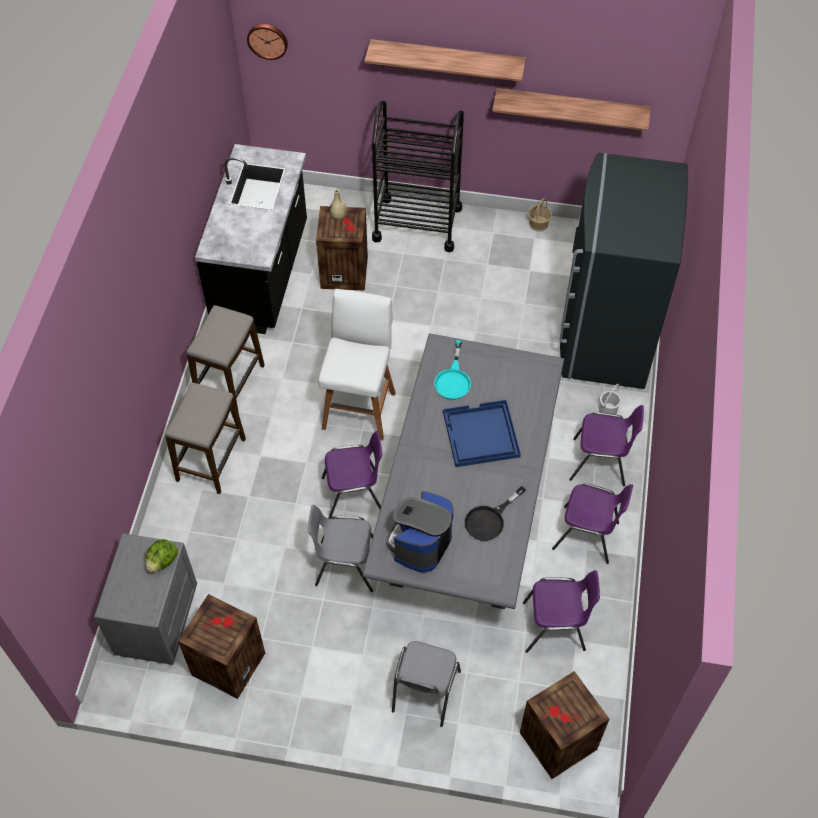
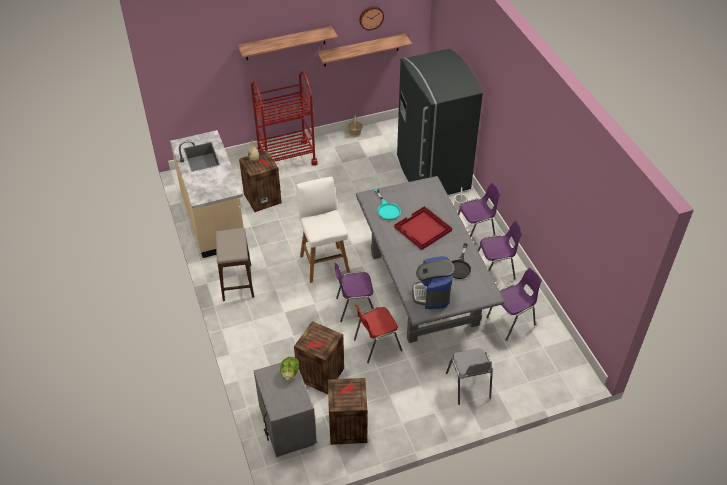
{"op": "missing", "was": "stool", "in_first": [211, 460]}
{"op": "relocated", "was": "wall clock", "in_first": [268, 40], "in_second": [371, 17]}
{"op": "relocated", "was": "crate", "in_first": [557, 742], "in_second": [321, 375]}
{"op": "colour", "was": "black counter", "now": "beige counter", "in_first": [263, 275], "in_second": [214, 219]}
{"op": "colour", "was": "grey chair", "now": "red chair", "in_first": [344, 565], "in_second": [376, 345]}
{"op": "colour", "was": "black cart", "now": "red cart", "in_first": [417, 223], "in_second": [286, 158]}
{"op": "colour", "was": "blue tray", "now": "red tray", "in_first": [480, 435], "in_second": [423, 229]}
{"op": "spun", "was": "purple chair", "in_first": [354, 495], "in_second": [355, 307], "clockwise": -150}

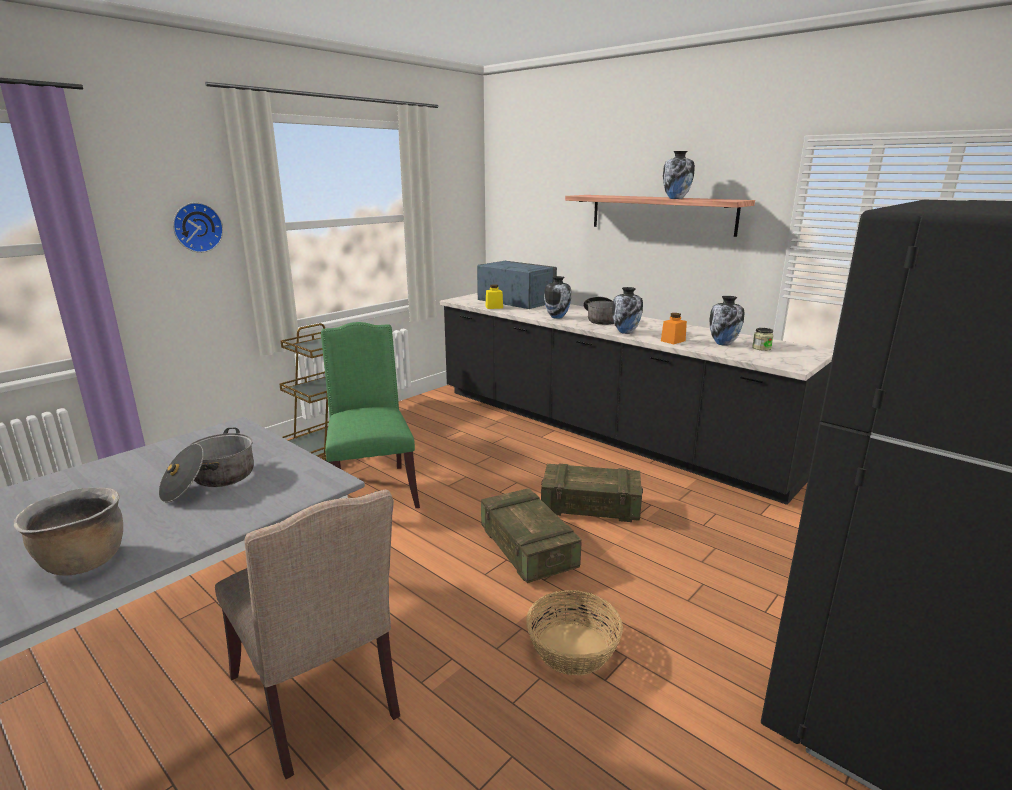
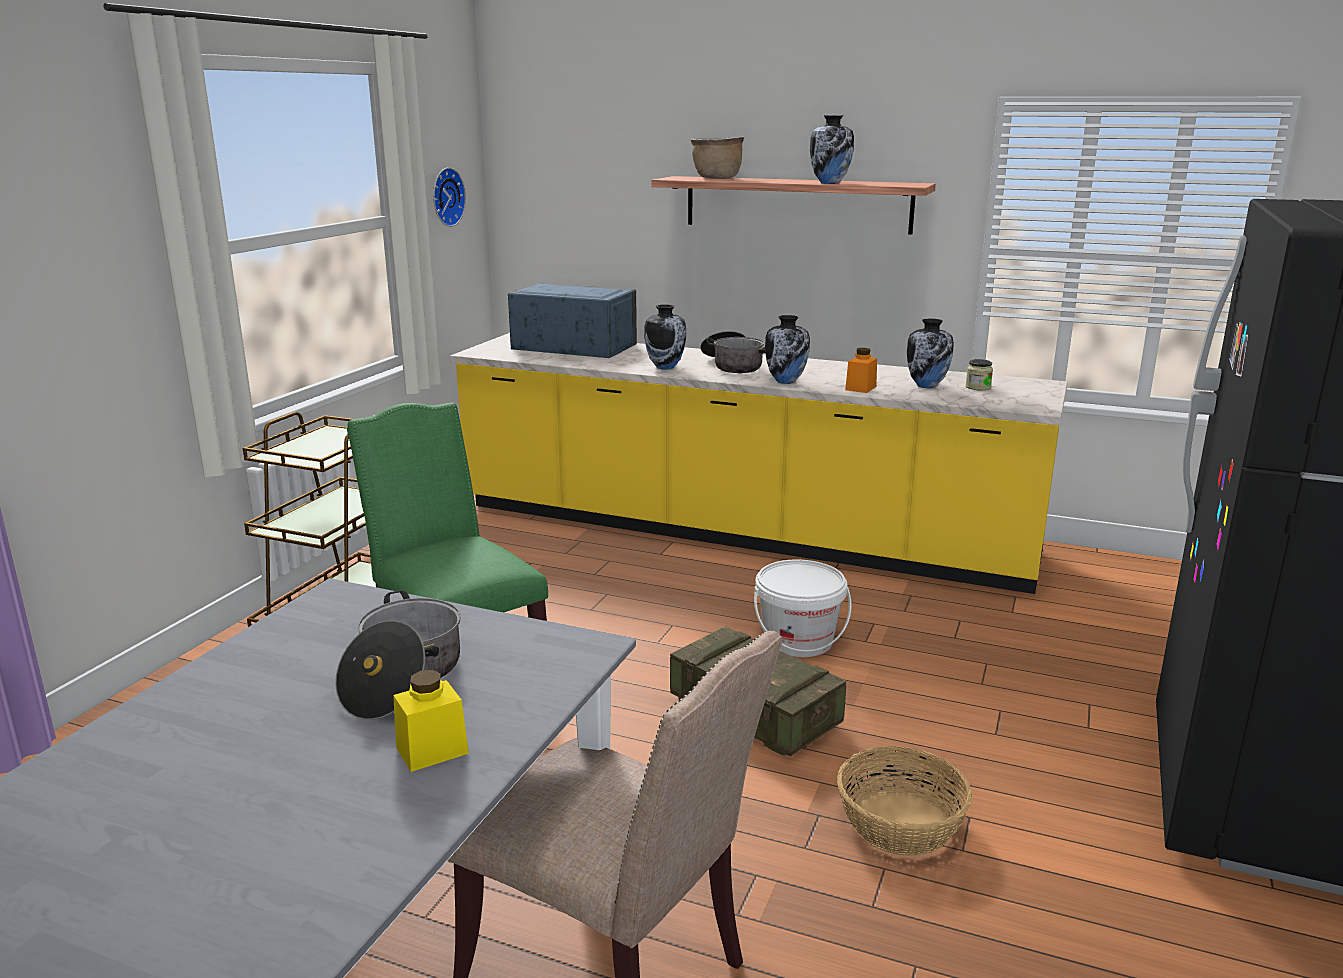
{"op": "relocated", "was": "brown cooking pot", "in_first": [83, 561], "in_second": [716, 178]}
{"op": "relocated", "was": "wall clock", "in_first": [197, 227], "in_second": [445, 197]}
{"op": "relocated", "was": "yellow jar", "in_first": [494, 307], "in_second": [432, 750]}
{"op": "exchanged", "was": "crate", "now": "white bucket", "in_first": [590, 507], "in_second": [798, 641]}
{"op": "colour", "was": "black counter", "now": "yellow counter", "in_first": [601, 430], "in_second": [739, 532]}

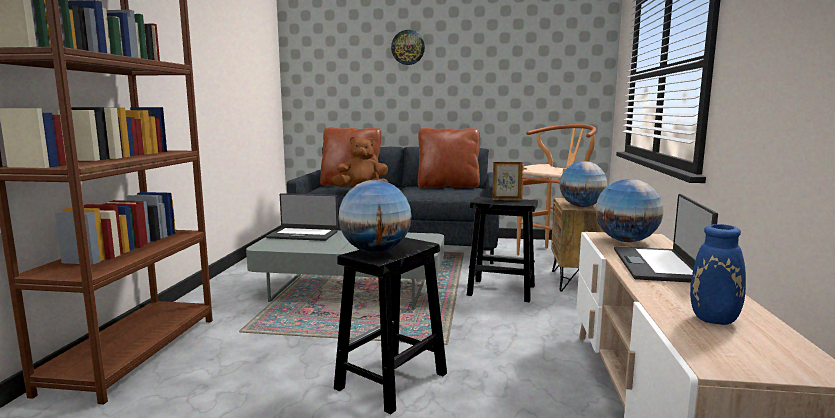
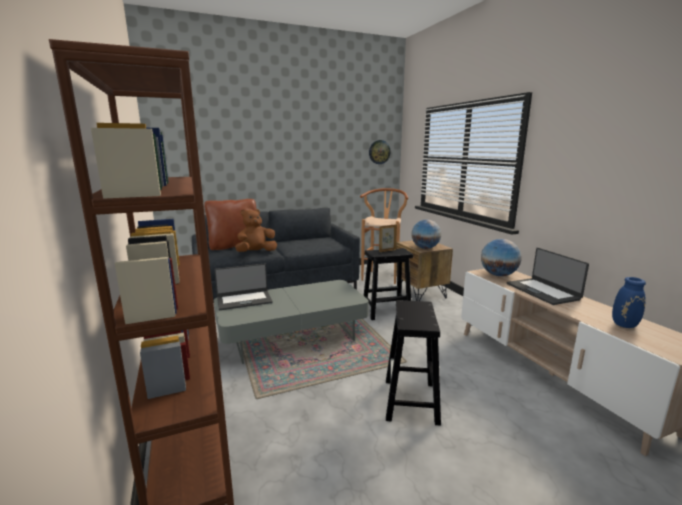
{"op": "missing", "was": "globe", "in_first": [375, 251]}
{"op": "missing", "was": "brown pillow", "in_first": [448, 186]}
{"op": "relocated", "was": "wall clock", "in_first": [408, 47], "in_second": [379, 152]}

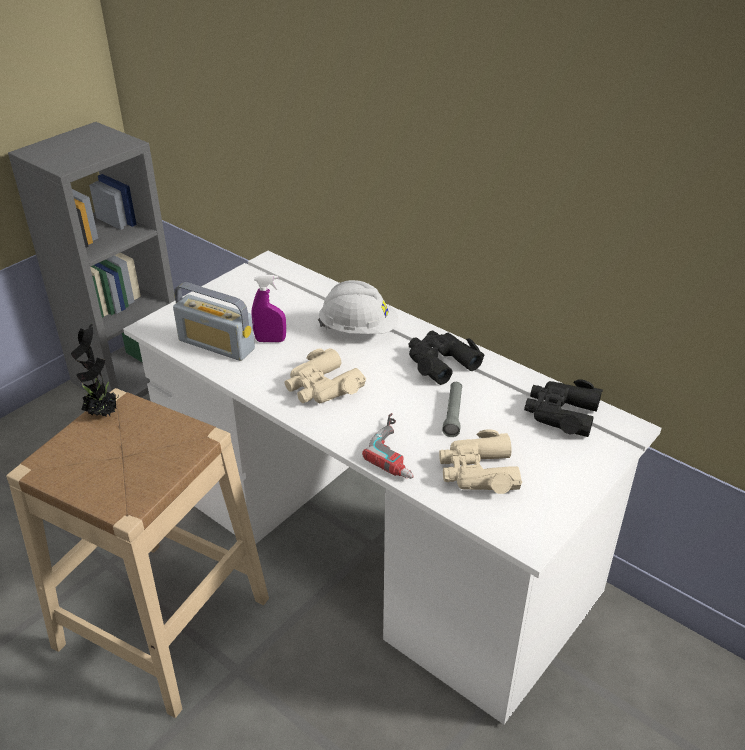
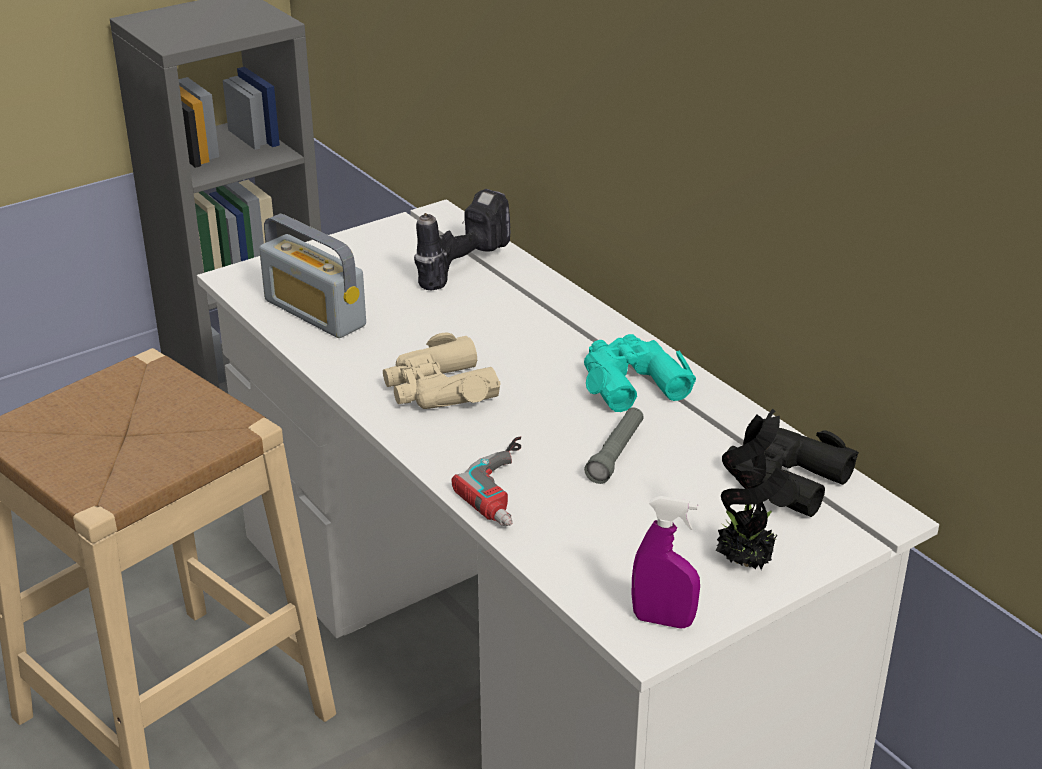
{"op": "missing", "was": "white hard hat", "in_first": [358, 330]}
{"op": "missing", "was": "beige binoculars", "in_first": [478, 472]}
{"op": "appeared", "now": "power drill", "in_second": [460, 265]}
{"op": "relocated", "was": "potted plant", "in_first": [103, 413], "in_second": [746, 562]}
{"op": "relocated", "was": "purple spray bottle", "in_first": [270, 340], "in_second": [663, 620]}
{"op": "colour", "was": "black binoculars", "now": "turquoise binoculars", "in_first": [440, 362], "in_second": [631, 382]}

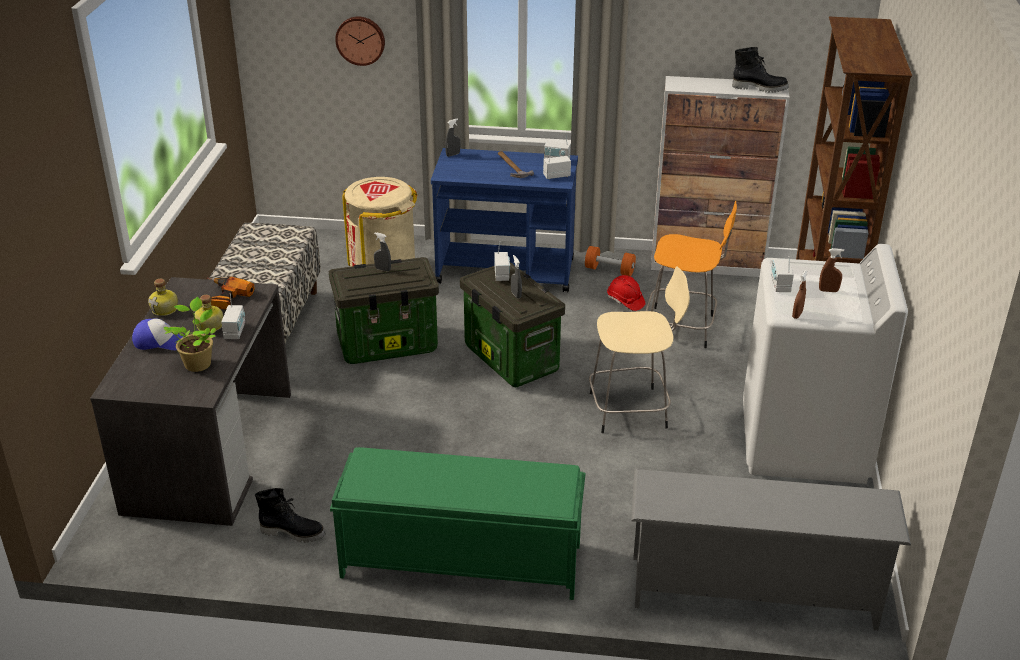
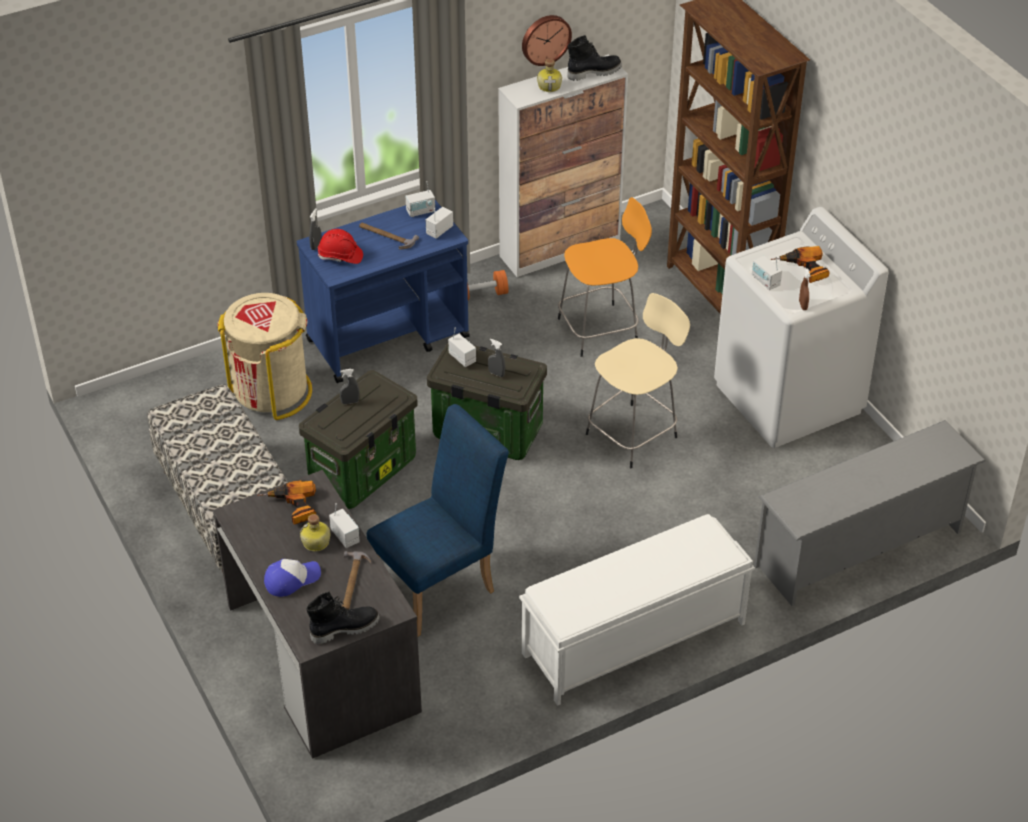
{"op": "appeared", "now": "blue chair", "in_second": [441, 586]}
{"op": "relocated", "was": "bottle", "in_first": [165, 309], "in_second": [550, 86]}
{"op": "relocated", "was": "black boot", "in_first": [293, 532], "in_second": [344, 628]}
{"op": "relocated", "was": "wall clock", "in_first": [360, 40], "in_second": [545, 39]}
{"op": "relocated", "was": "red hard hat", "in_first": [625, 301], "in_second": [340, 256]}
{"op": "exchanged", "was": "potted plant", "now": "hammer", "in_first": [198, 363], "in_second": [352, 582]}
{"op": "exchanged", "was": "brown spray bottle", "now": "power drill", "in_first": [828, 290], "in_second": [803, 270]}
{"op": "colour", "was": "green bench", "now": "white bench", "in_first": [459, 560], "in_second": [632, 639]}

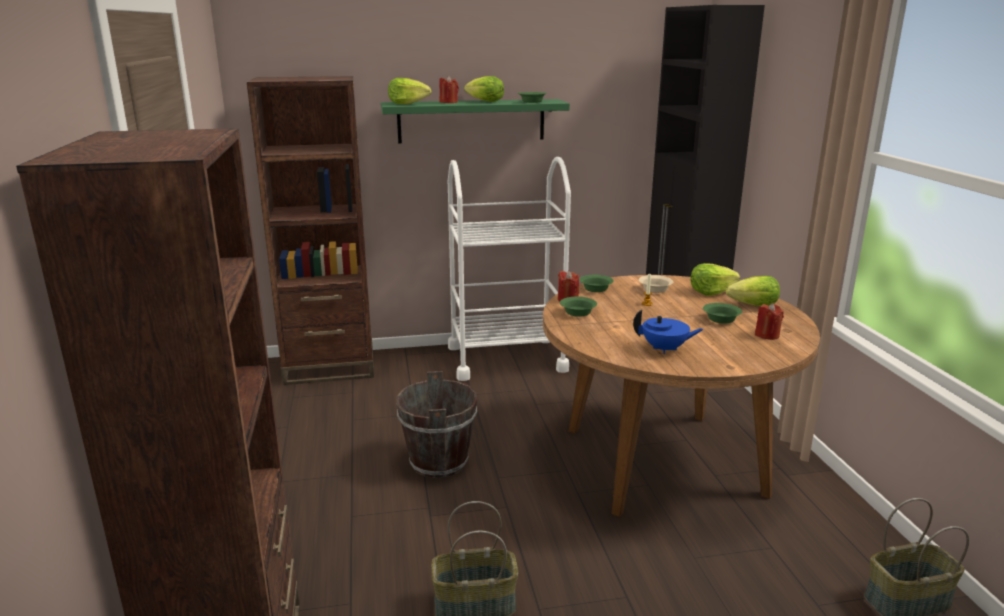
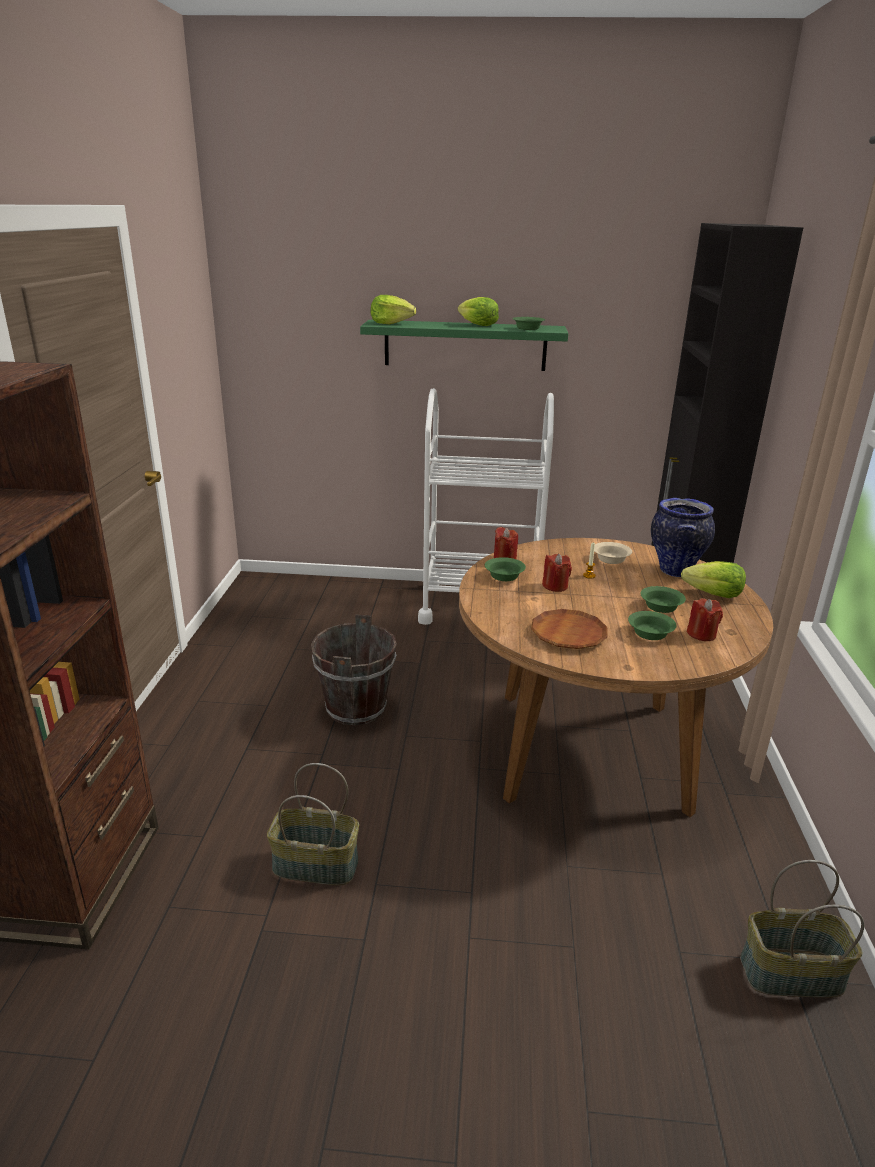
{"op": "missing", "was": "brown bookcase", "in_first": [329, 368]}
{"op": "relocated", "was": "red candle", "in_first": [448, 102], "in_second": [555, 586]}
{"op": "relocated", "was": "green bowl", "in_first": [595, 289], "in_second": [649, 634]}
{"op": "exchanged", "was": "blue teapot", "now": "brown plate", "in_first": [665, 349], "in_second": [568, 634]}
{"op": "exchanged", "was": "lettuce", "now": "vase", "in_first": [711, 292], "in_second": [675, 570]}

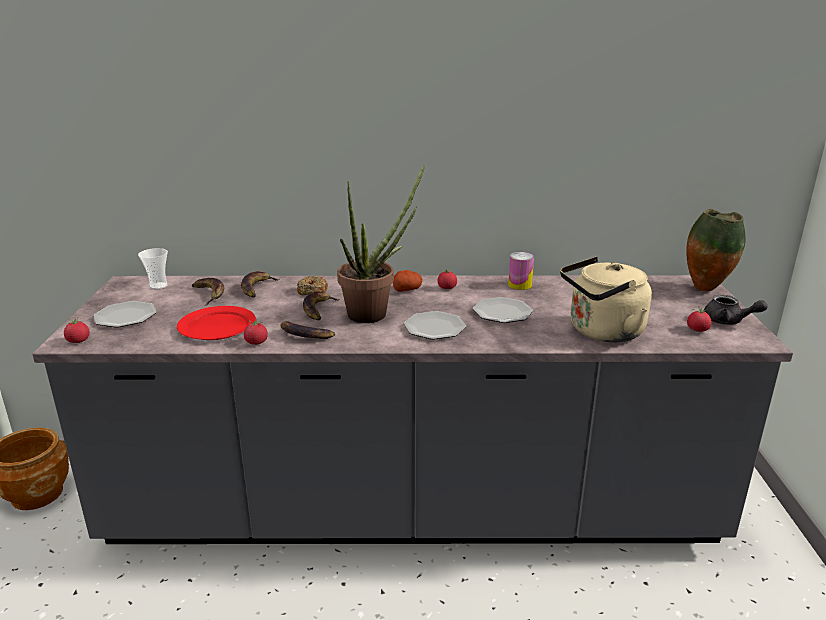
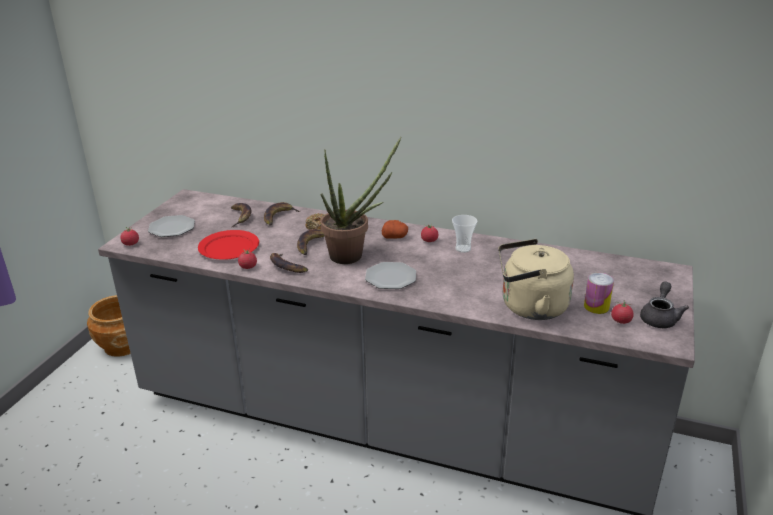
{"op": "missing", "was": "plate", "in_first": [501, 312]}
{"op": "missing", "was": "vase", "in_first": [706, 289]}
{"op": "relocated", "was": "cup", "in_first": [158, 286], "in_second": [463, 249]}
{"op": "relocated", "was": "can", "in_first": [519, 285], "in_second": [596, 307]}
{"op": "spun", "was": "grey teapot", "in_first": [728, 321], "in_second": [659, 317], "clockwise": -120}

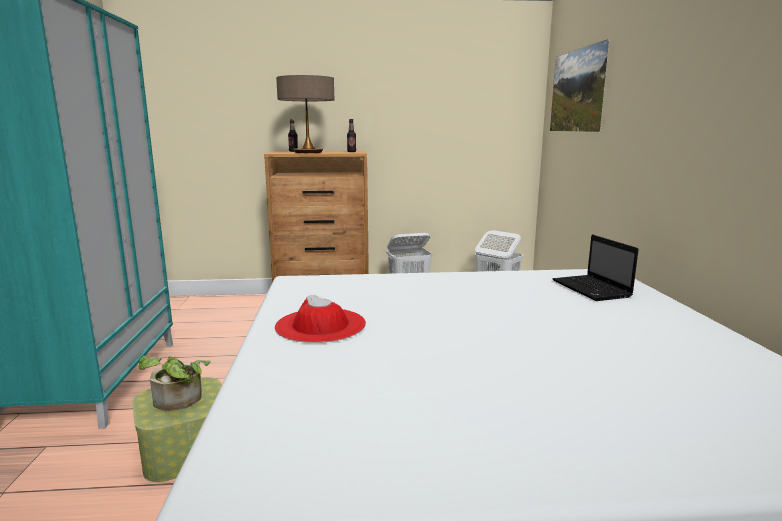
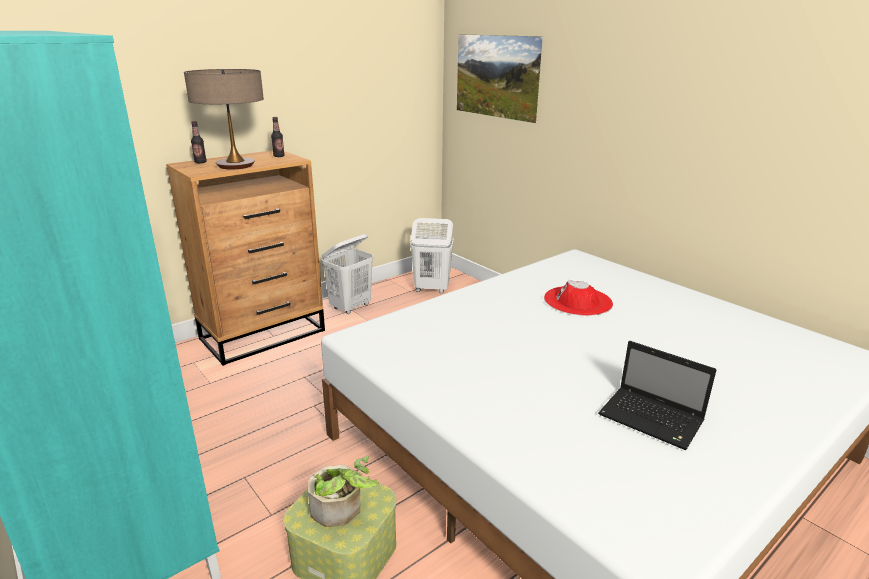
{"op": "relocated", "was": "red hat", "in_first": [320, 325], "in_second": [578, 301]}
{"op": "relocated", "was": "laptop", "in_first": [592, 289], "in_second": [653, 419]}

